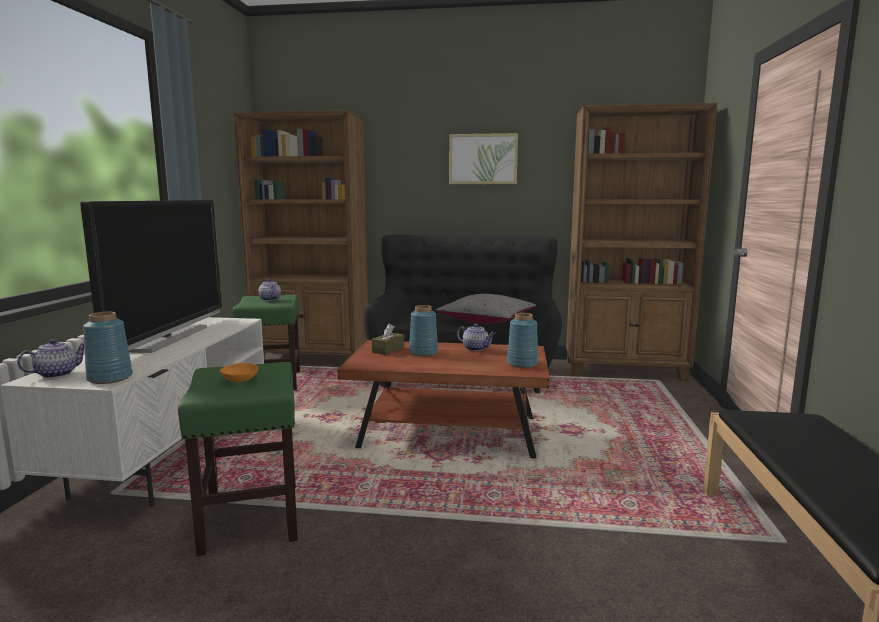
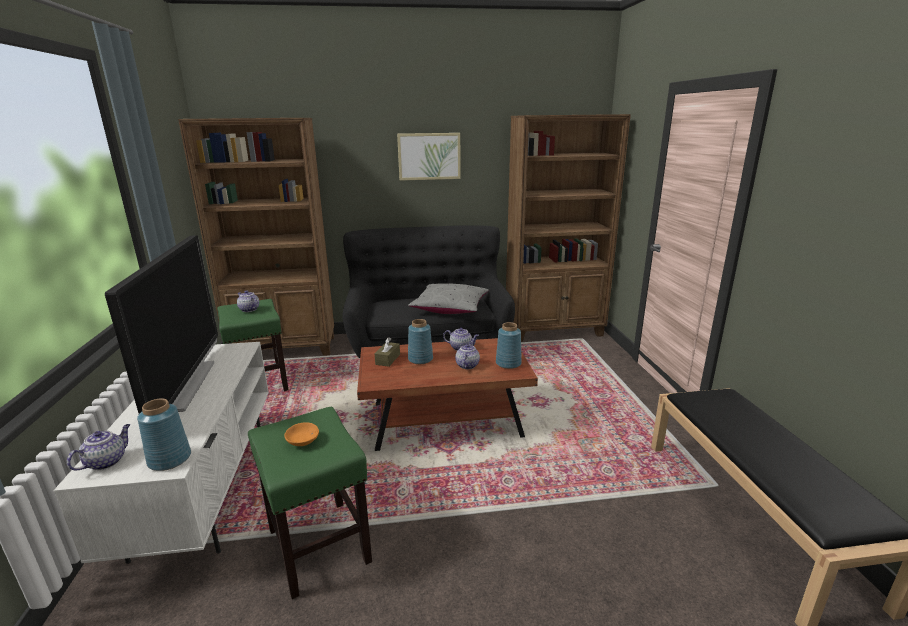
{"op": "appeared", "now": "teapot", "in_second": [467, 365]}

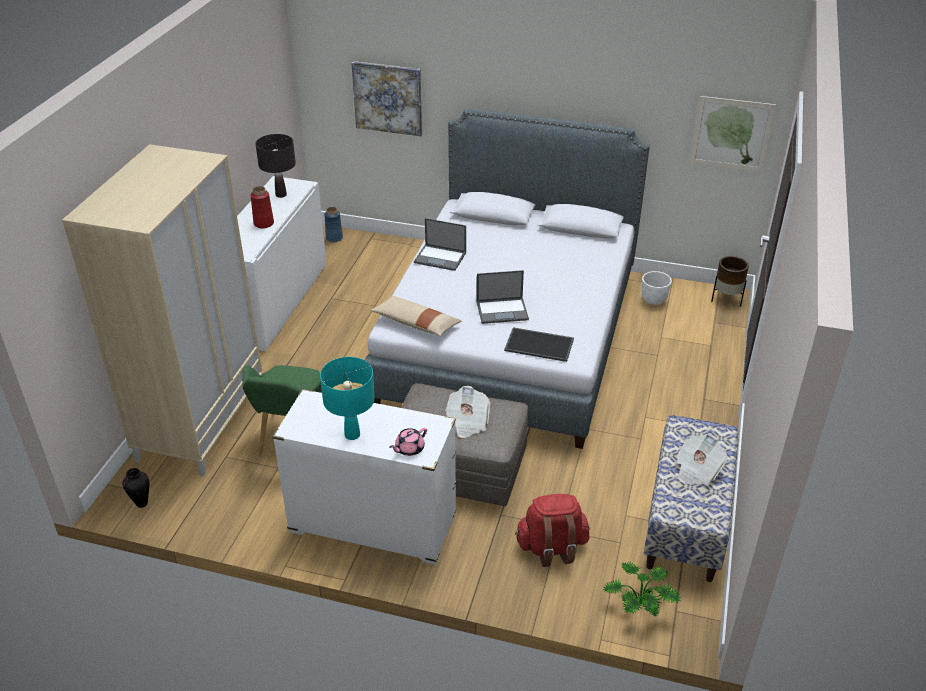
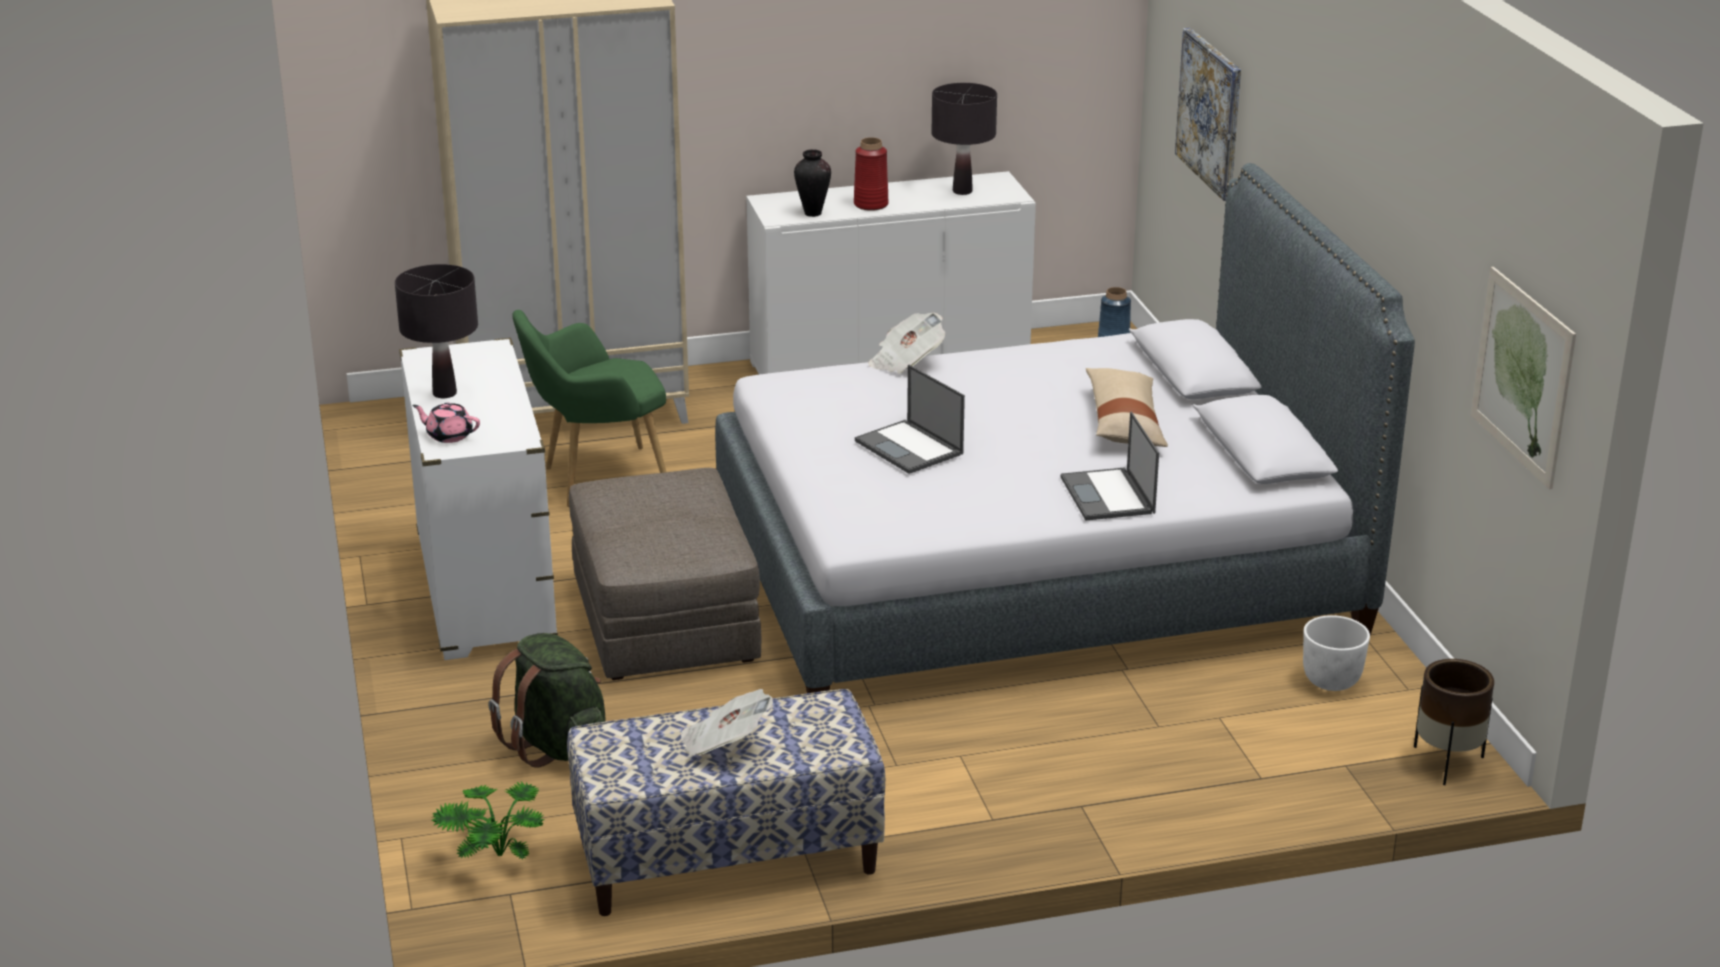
{"op": "missing", "was": "tray", "in_first": [540, 344]}
{"op": "relocated", "was": "vase", "in_first": [141, 503], "in_second": [812, 213]}
{"op": "relocated", "was": "beige pillow", "in_first": [416, 323], "in_second": [1124, 422]}
{"op": "relocated", "was": "laptop", "in_first": [441, 258], "in_second": [1108, 496]}
{"op": "relocated", "was": "newspaper", "in_first": [467, 422], "in_second": [906, 362]}
{"op": "colour", "was": "turquoise table lamp", "now": "black table lamp", "in_first": [352, 434], "in_second": [445, 393]}
{"op": "colour", "was": "red backpack", "now": "green backpack", "in_first": [551, 547], "in_second": [557, 746]}

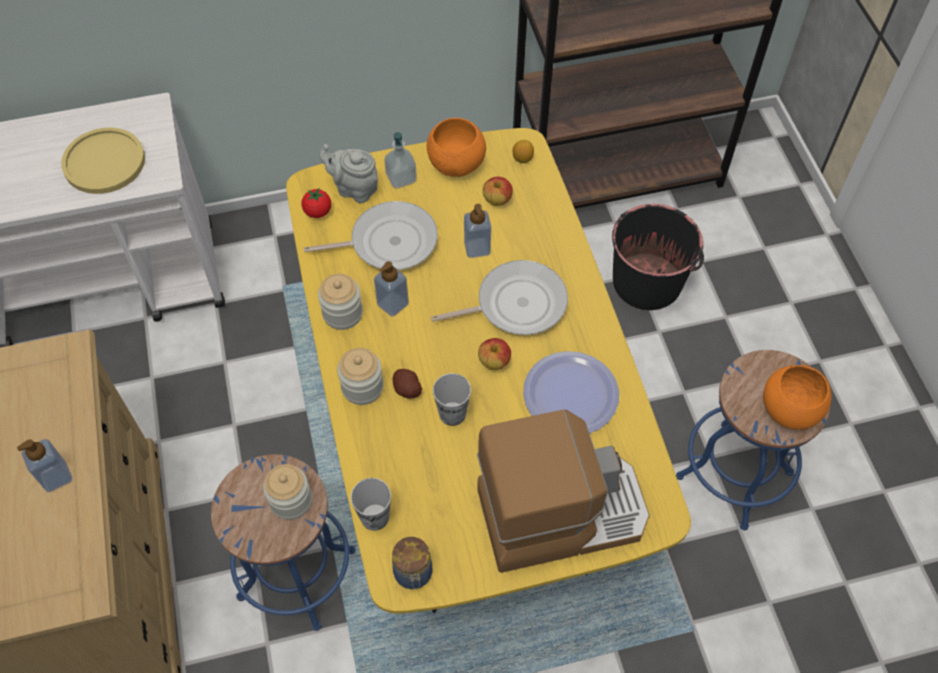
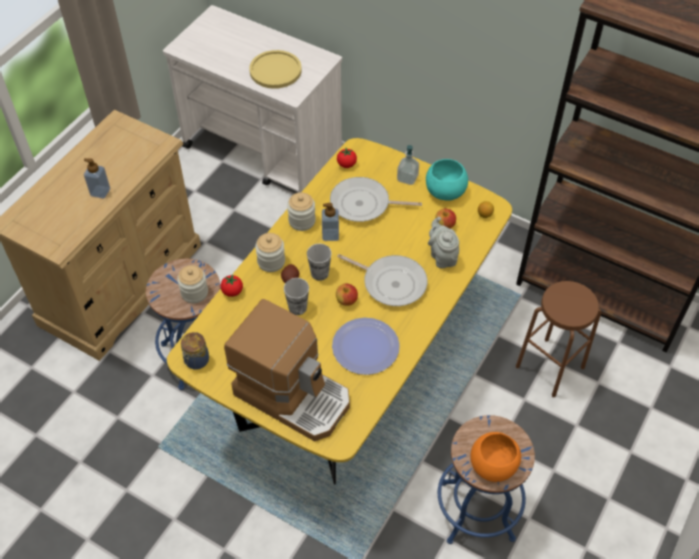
{"op": "missing", "was": "soap dispenser", "in_first": [477, 248]}
{"op": "appeared", "now": "tomato", "in_second": [232, 291]}
{"op": "relocated", "was": "grey teapot", "in_first": [354, 189], "in_second": [442, 256]}
{"op": "relocated", "was": "cup", "in_first": [375, 517], "in_second": [319, 273]}
{"op": "exchanged", "was": "black bucket", "now": "brown stool", "in_first": [647, 281], "in_second": [550, 367]}
{"op": "colour", "was": "orange bowl", "now": "turquoise bowl", "in_first": [455, 163], "in_second": [445, 190]}
{"op": "spun", "was": "frying pan", "in_first": [388, 242], "in_second": [363, 204], "clockwise": 150}

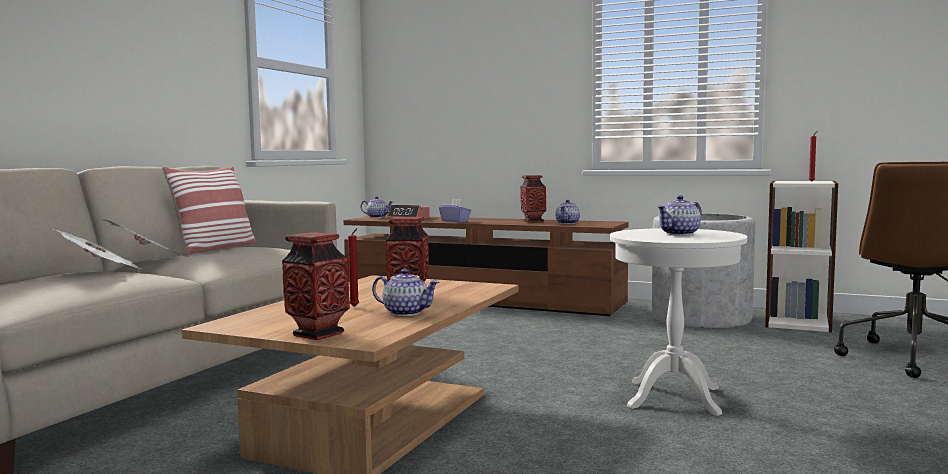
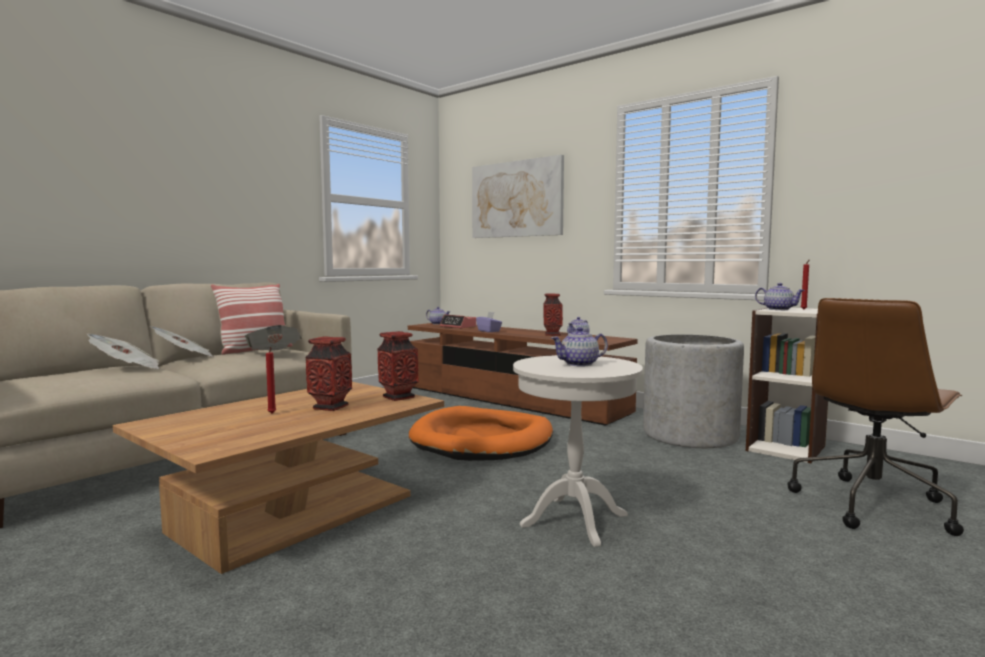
{"op": "appeared", "now": "newspaper", "in_second": [274, 354]}
{"op": "appeared", "now": "orange dog bed", "in_second": [482, 440]}
{"op": "appeared", "now": "picture", "in_second": [516, 199]}
{"op": "relocated", "was": "vase", "in_first": [318, 334], "in_second": [398, 397]}
{"op": "relocated", "was": "teapot", "in_first": [405, 312], "in_second": [778, 309]}

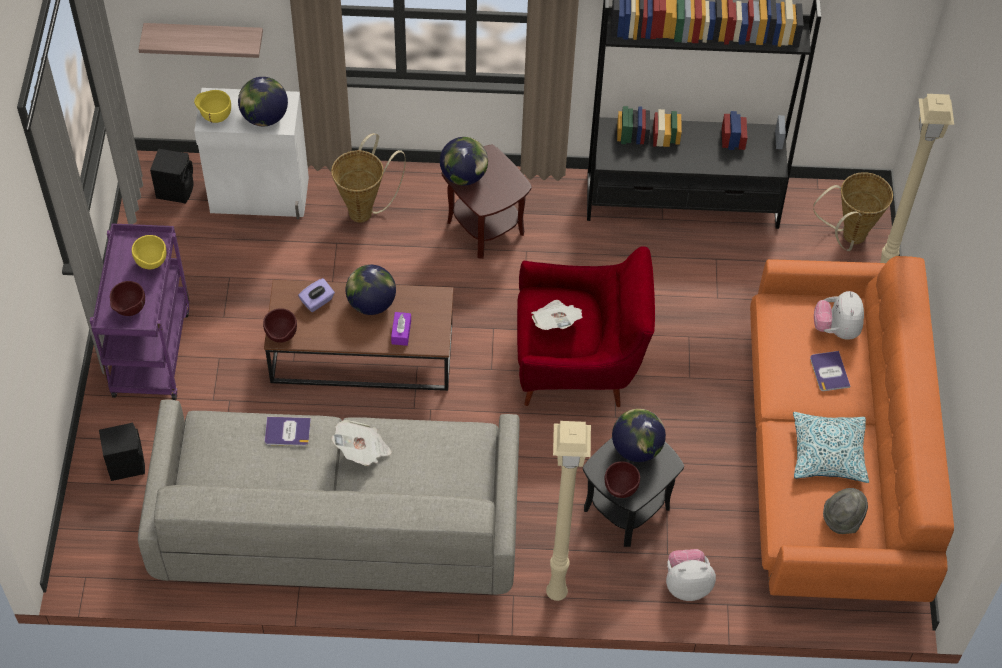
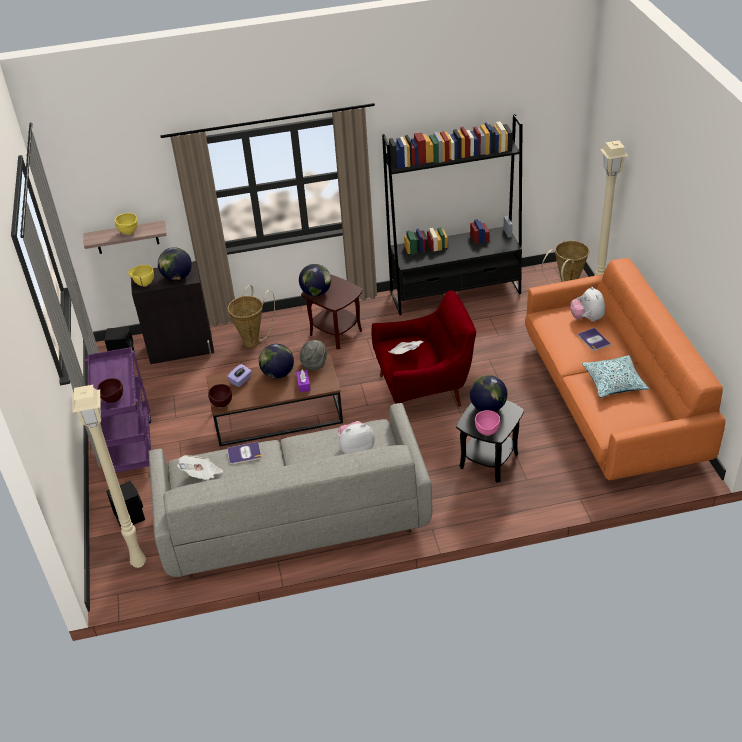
{"op": "relocated", "was": "yellow bowl", "in_first": [152, 264], "in_second": [129, 233]}
{"op": "relocated", "was": "newspaper", "in_first": [362, 450], "in_second": [202, 475]}
{"op": "relocated", "was": "beige floor lamp", "in_first": [555, 594], "in_second": [137, 563]}
{"op": "relocated", "was": "plush toy", "in_first": [686, 584], "in_second": [356, 450]}
{"op": "relocated", "was": "grey hat", "in_first": [842, 519], "in_second": [314, 364]}
{"op": "colour", "was": "white cabinet", "now": "black cabinet", "in_first": [260, 196], "in_second": [181, 348]}
{"op": "colour", "was": "brown bowl", "now": "pink bowl", "in_first": [620, 491], "in_second": [487, 433]}

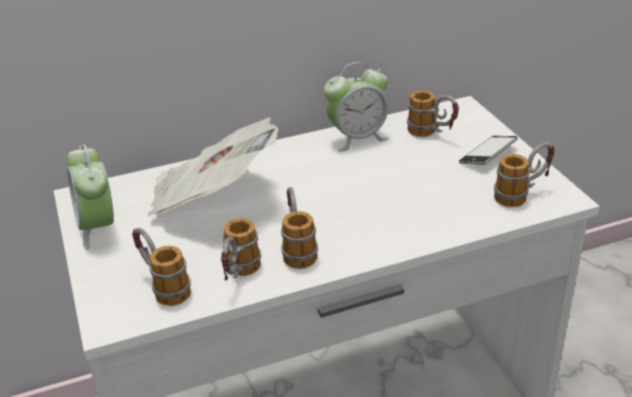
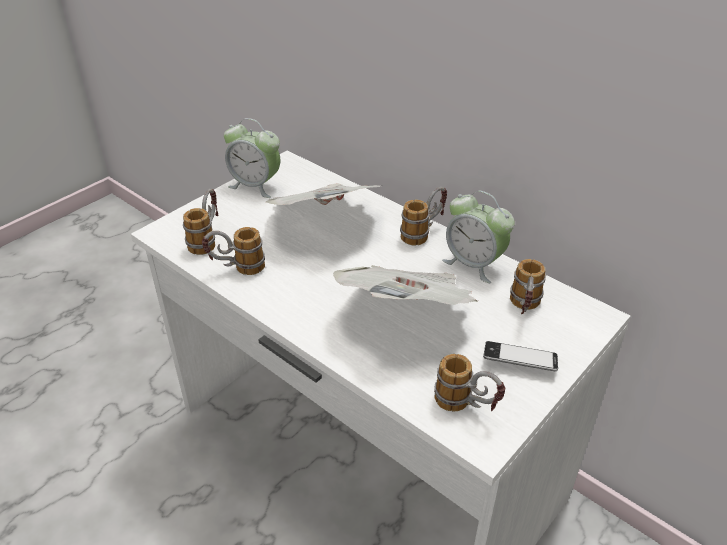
{"op": "appeared", "now": "newspaper", "in_second": [408, 311]}
{"op": "relocated", "was": "mug", "in_first": [297, 248], "in_second": [423, 232]}
{"op": "spun", "was": "alarm clock", "in_first": [98, 228], "in_second": [255, 185], "clockwise": -105}

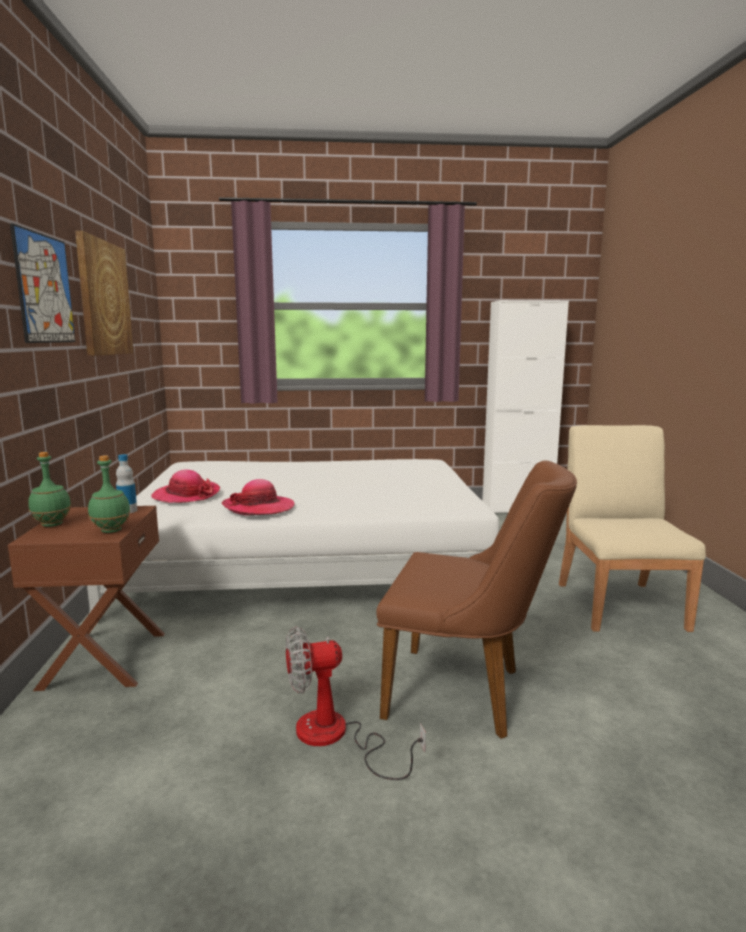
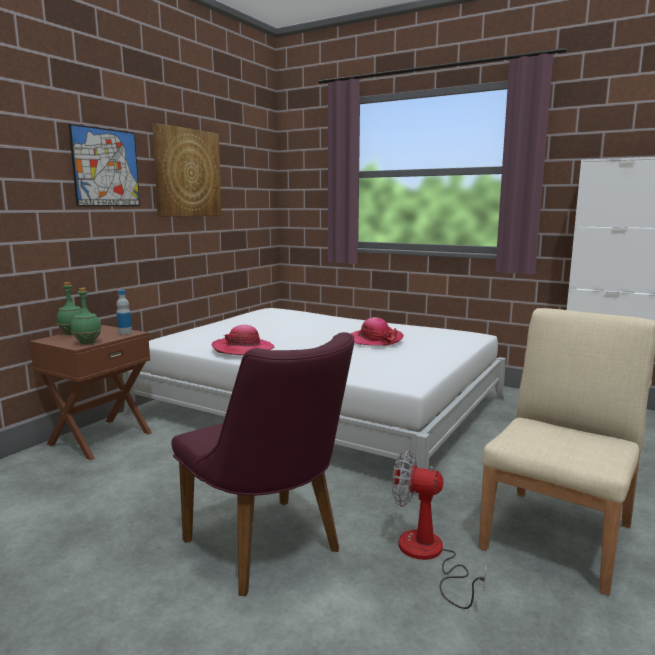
{"op": "relocated", "was": "hat", "in_first": [186, 495], "in_second": [374, 340]}
{"op": "relocated", "was": "fan", "in_first": [336, 737], "in_second": [428, 556]}
{"op": "colour", "was": "brown chair", "now": "purple chair", "in_first": [467, 694], "in_second": [270, 551]}

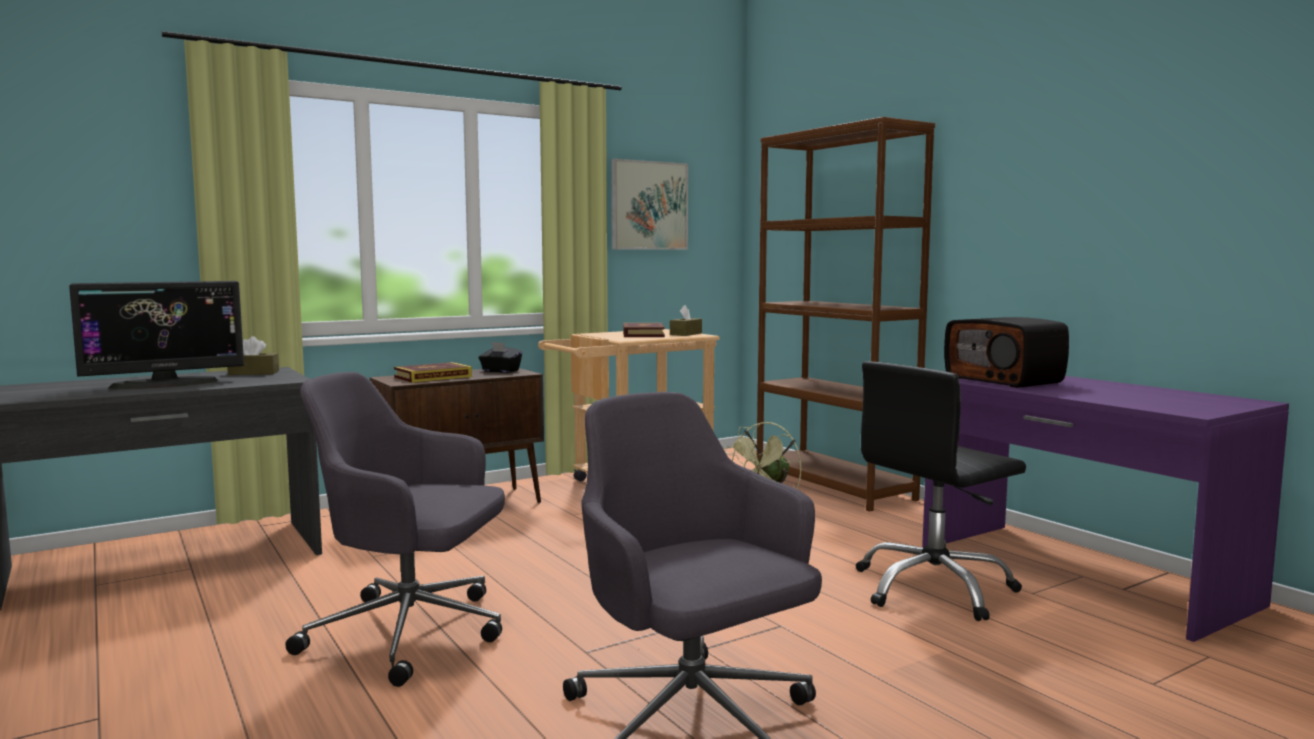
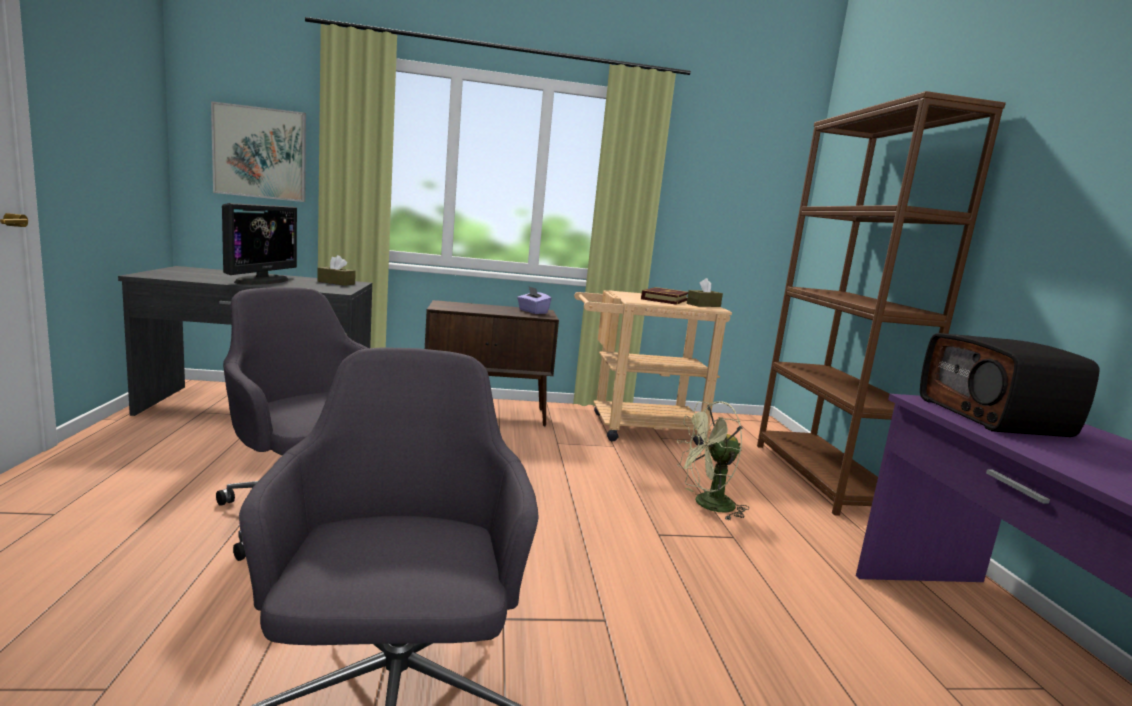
{"op": "missing", "was": "book", "in_first": [433, 377]}
{"op": "missing", "was": "black office chair", "in_first": [934, 589]}
{"op": "relocated", "was": "picture", "in_first": [649, 205], "in_second": [260, 153]}
{"op": "colour", "was": "black tissue box", "now": "purple tissue box", "in_first": [500, 371], "in_second": [532, 311]}
{"op": "spun", "was": "monitor", "in_first": [165, 384], "in_second": [262, 280], "clockwise": -75}

